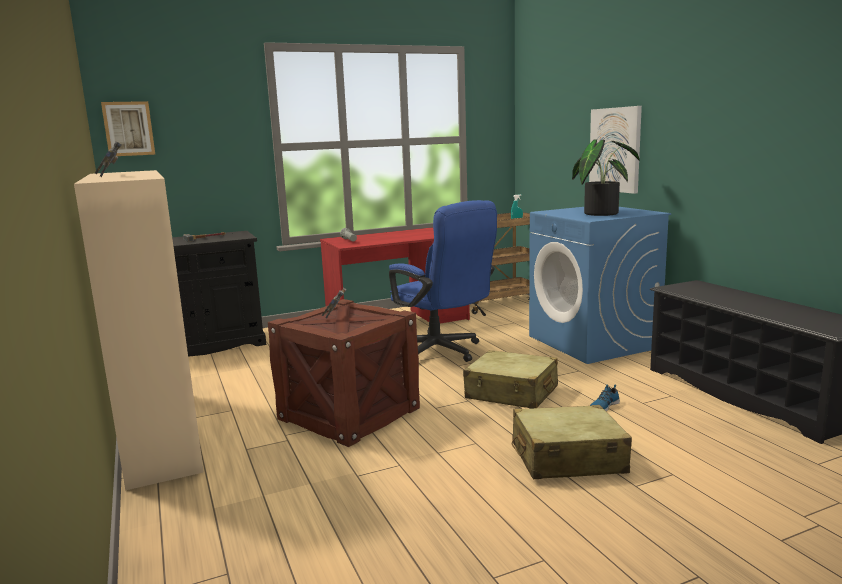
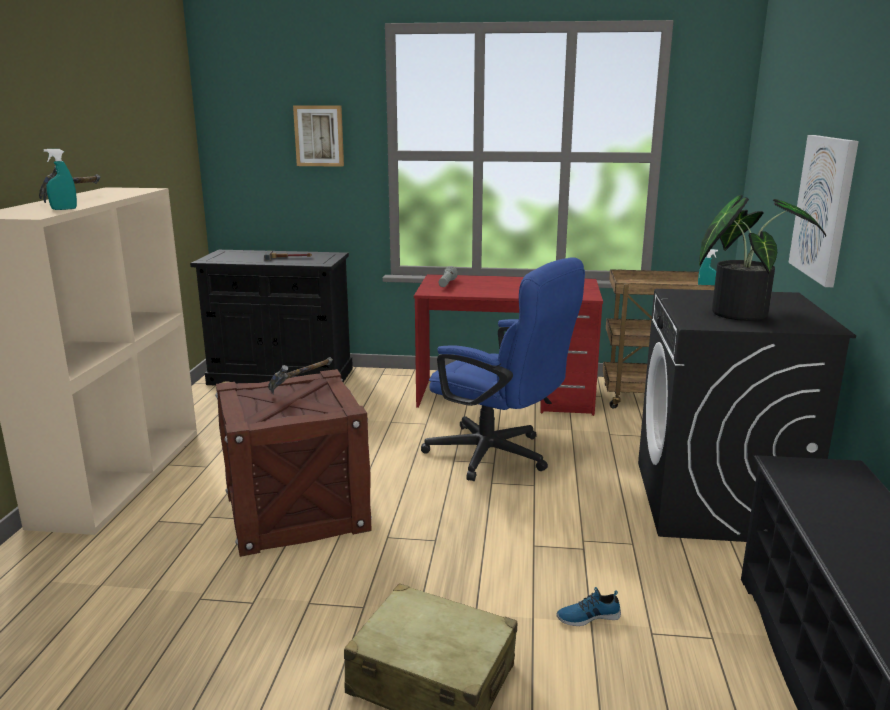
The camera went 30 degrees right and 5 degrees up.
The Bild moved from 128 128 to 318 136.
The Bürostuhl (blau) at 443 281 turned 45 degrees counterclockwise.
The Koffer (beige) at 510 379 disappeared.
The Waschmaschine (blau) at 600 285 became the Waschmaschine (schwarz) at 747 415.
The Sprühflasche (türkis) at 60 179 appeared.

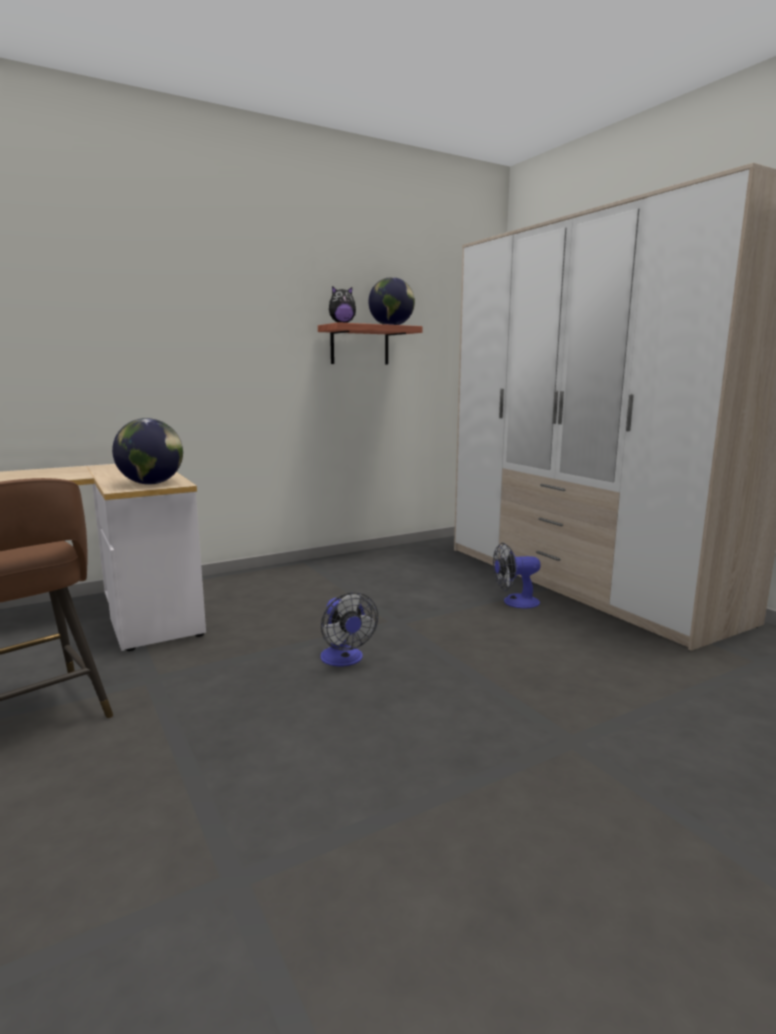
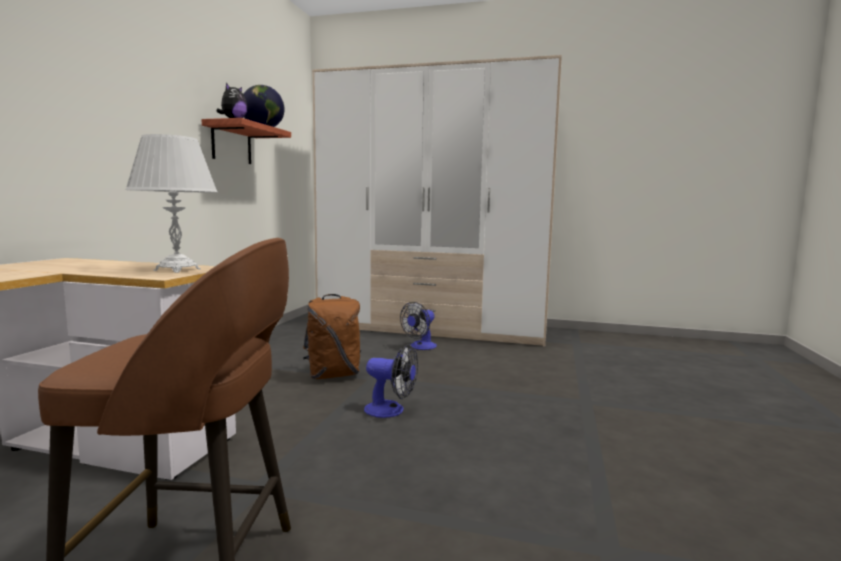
The camera went 45 degrees left and 5 degrees down.
The Globus at 147 451 was replaced by the Tischlampe (weiß) at 172 203.
The Rucksack (braun) at 332 336 appeared.

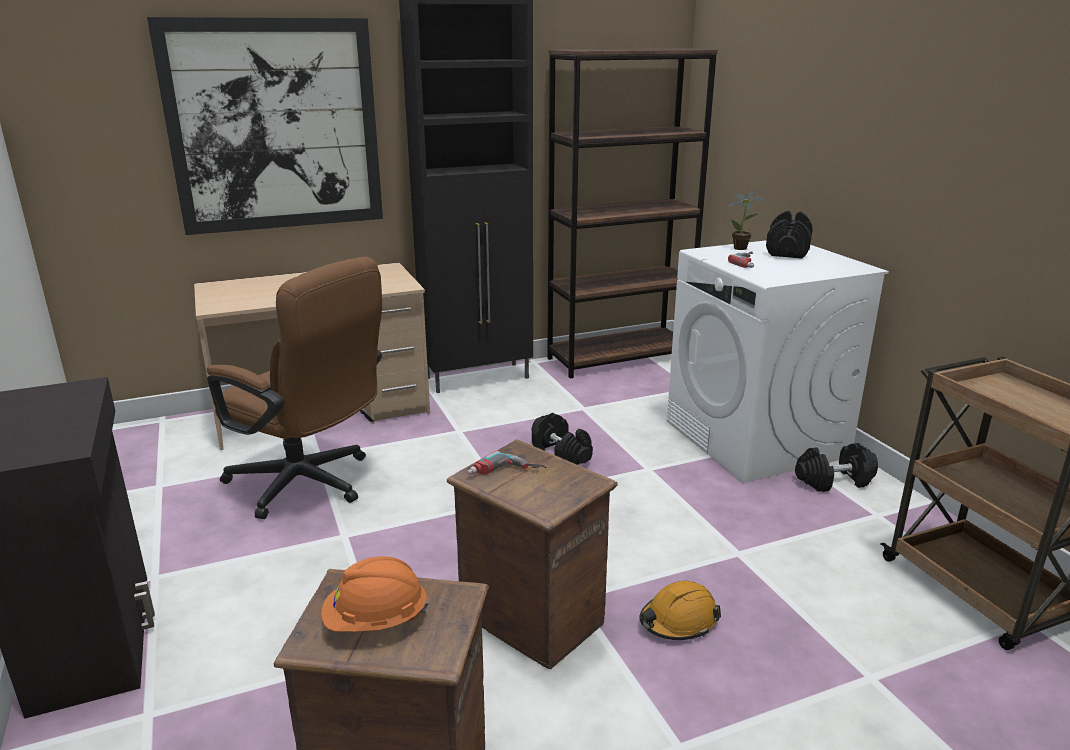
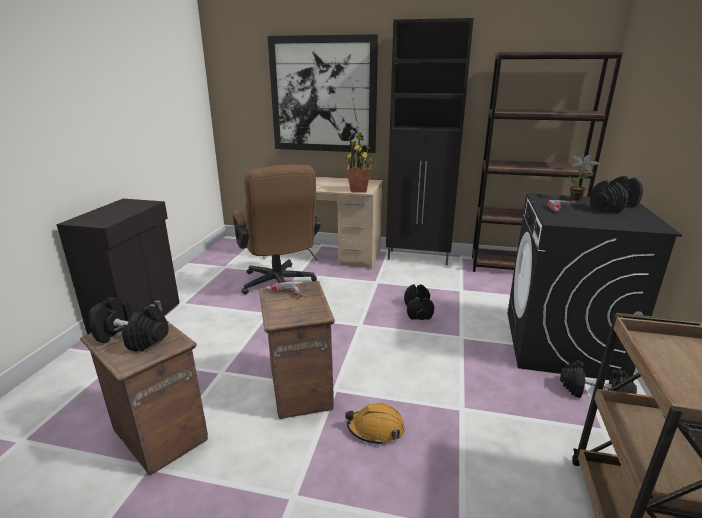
The camera went 35 degrees right and 0 degrees up.
The Schutzhelm (orange) at 375 594 was replaced by the Hantel (schwarz) at 128 324.
The Waschmaschine (weiß) at 778 361 became the Waschmaschine (schwarz) at 594 286.
The Topfpflanze at 360 162 appeared.

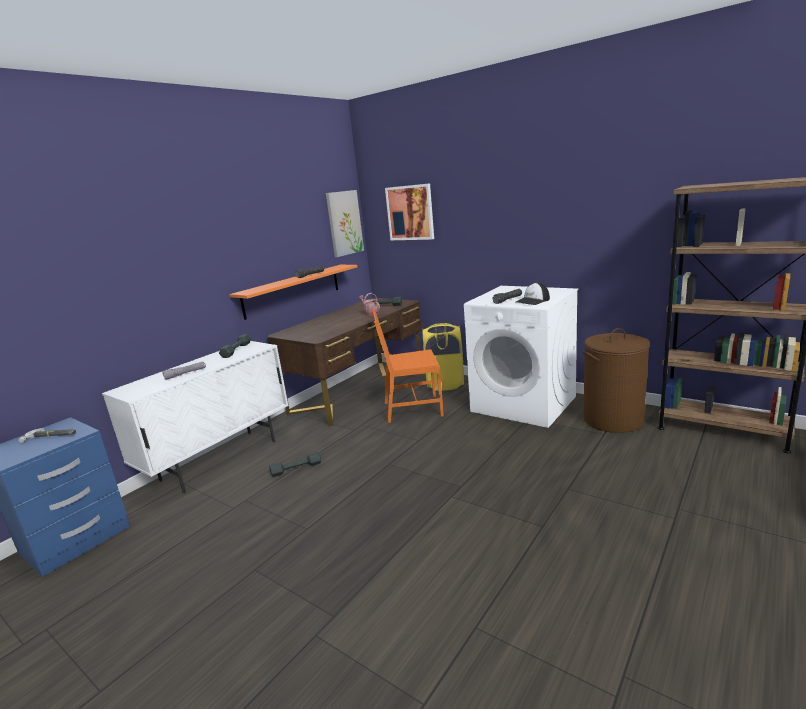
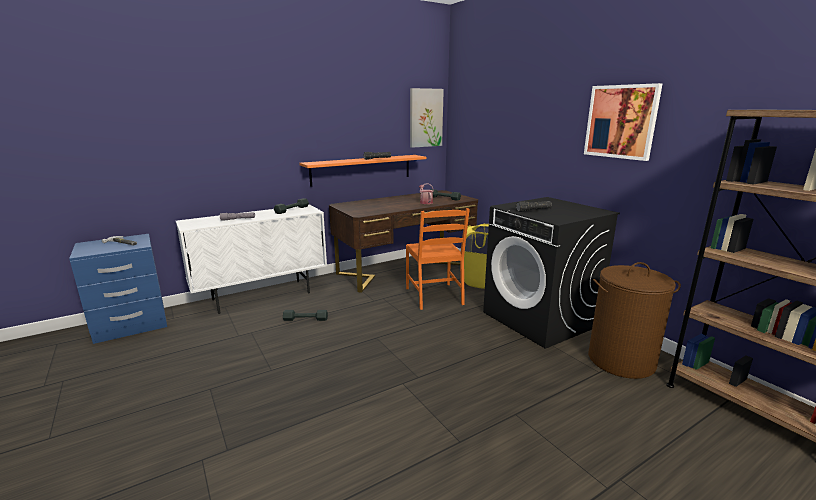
The camera went 20 degrees right and 0 degrees up.
The Stuhl (orange) at 408 366 turned 120 degrees counterclockwise.
The Bild moved from 409 211 to 623 122.
The Waschmaschine (weiß) at 521 357 became the Waschmaschine (schwarz) at 551 273.
The Kappe at 533 294 disappeared.

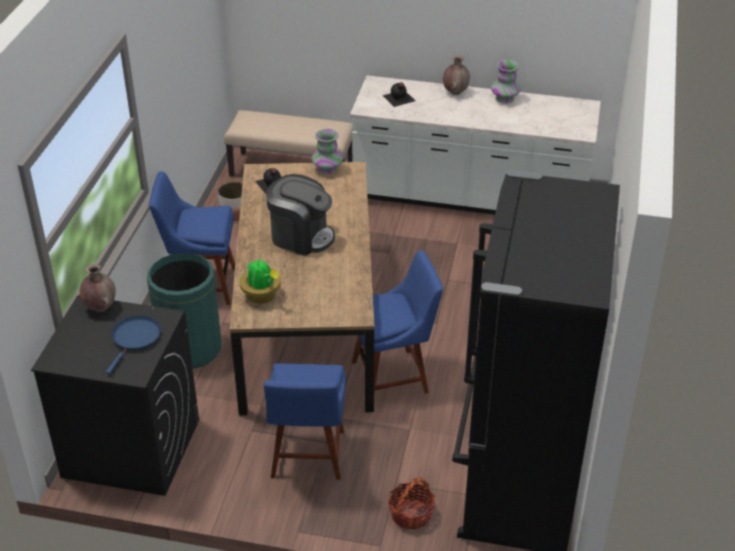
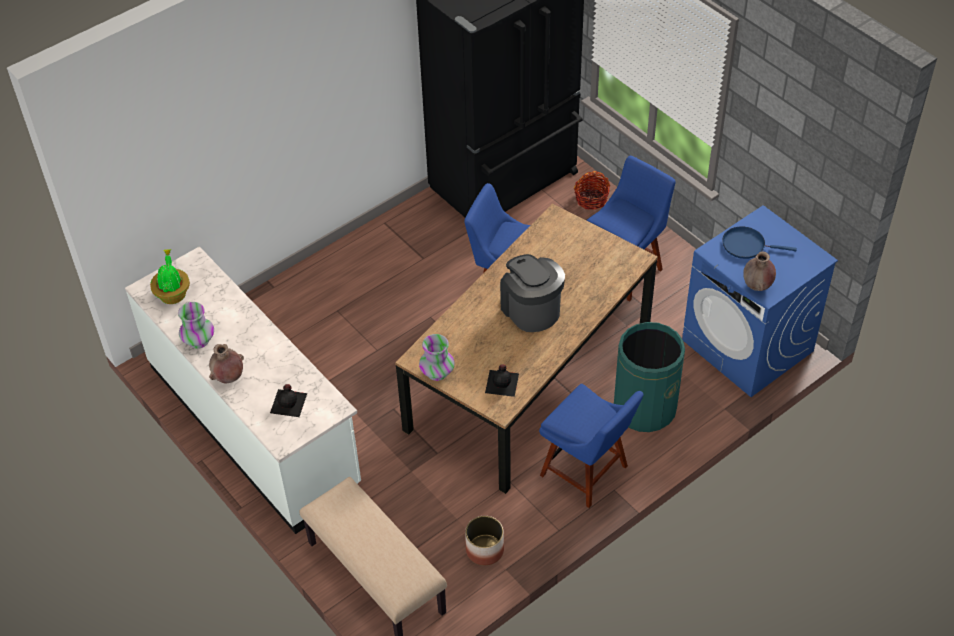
The camera went 140 degrees left and 10 degrees up.
The Waschmaschine (schwarz) at 115 395 became the Waschmaschine (blau) at 760 301.
The Pfanne (blau) at 133 344 turned 45 degrees clockwise.
The Topfpflanze moved from 260 282 to 170 276.

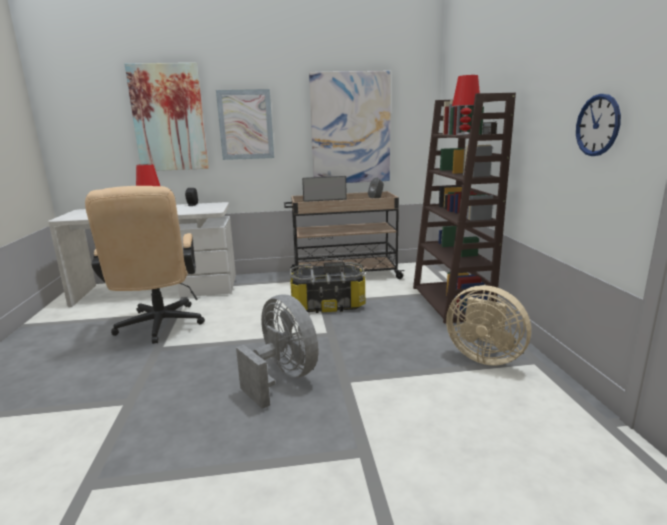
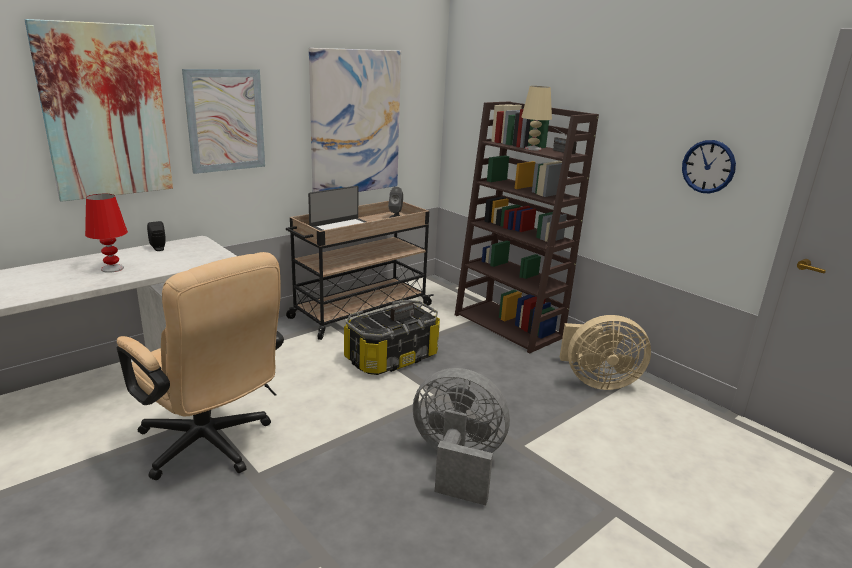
The camera went 35 degrees left and 5 degrees up.
The Tischlampe (rot) at 466 105 became the Tischlampe (beige) at 537 118.

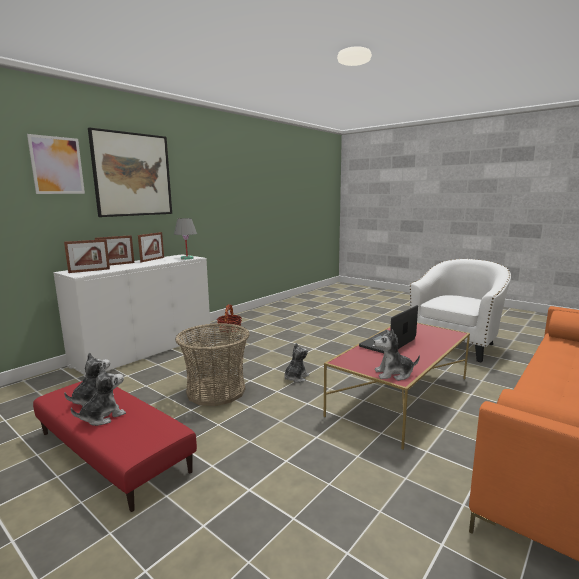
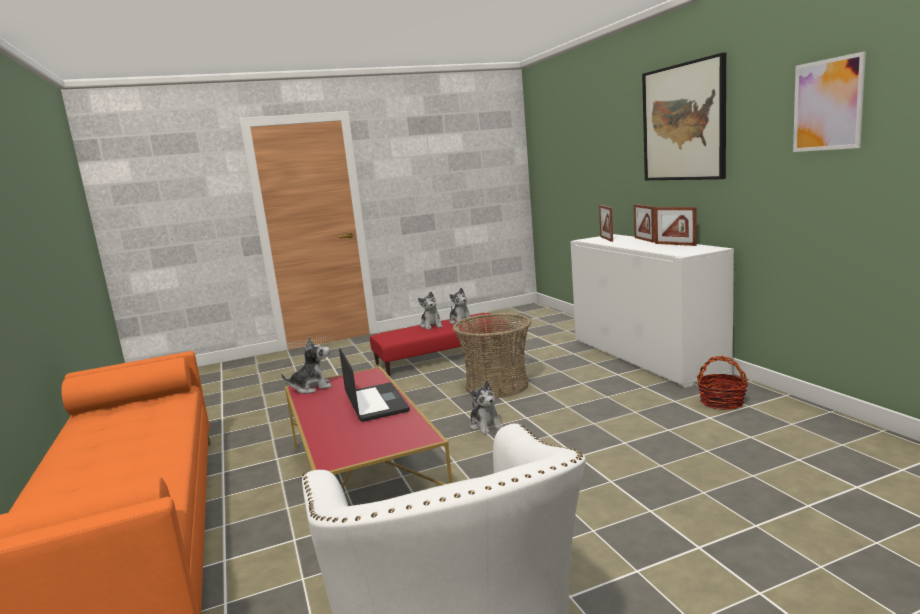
The camera went 120 degrees right and 0 degrees up.
The Bild moved from 56 164 to 829 101.
The Tischlampe (grau) at 185 239 disappeared.
The Plüschtier at 397 355 turned 45 degrees clockwise.

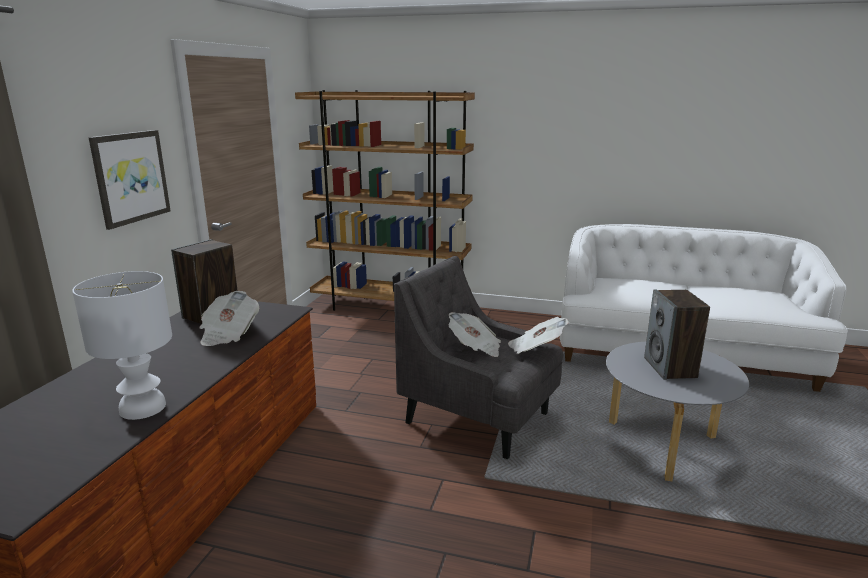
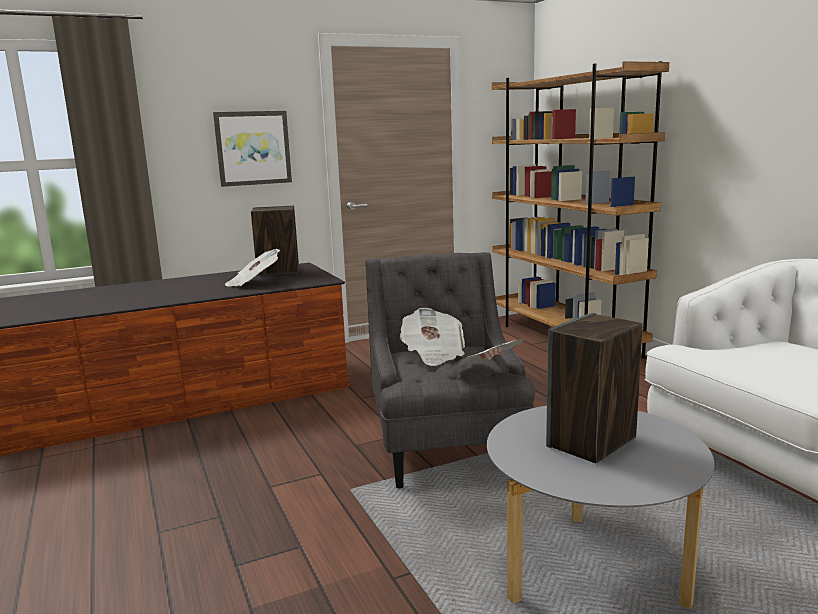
The camera went 50 degrees right and 5 degrees down.
The Tischlampe (weiß) at 122 345 disappeared.

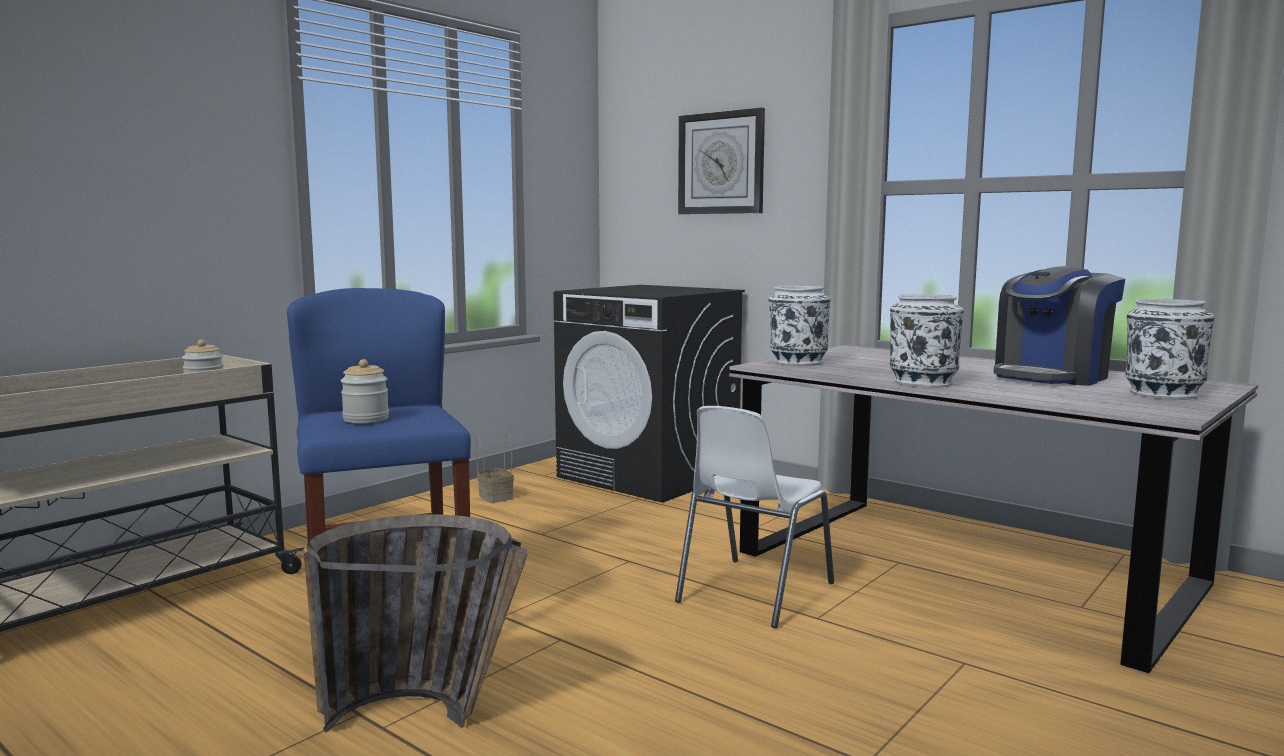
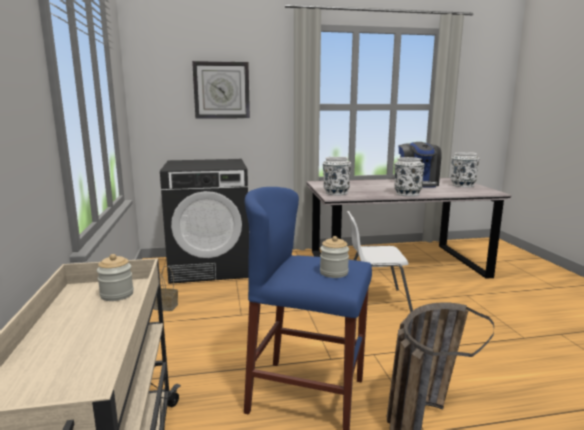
The camera went 50 degrees left and 5 degrees up.
The Stuhl (weiß) at 754 517 turned 105 degrees clockwise.

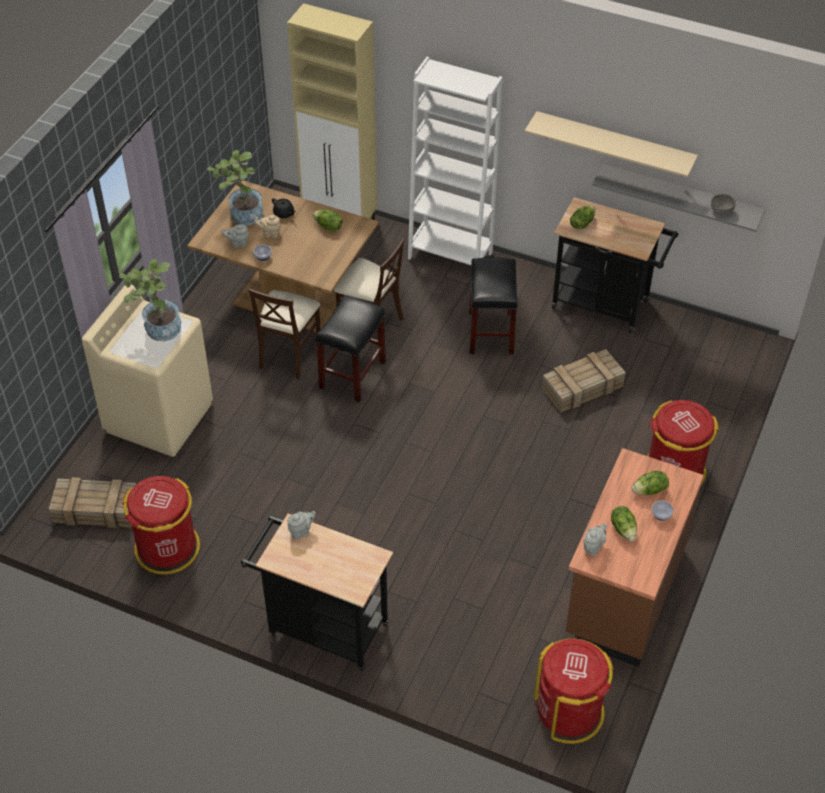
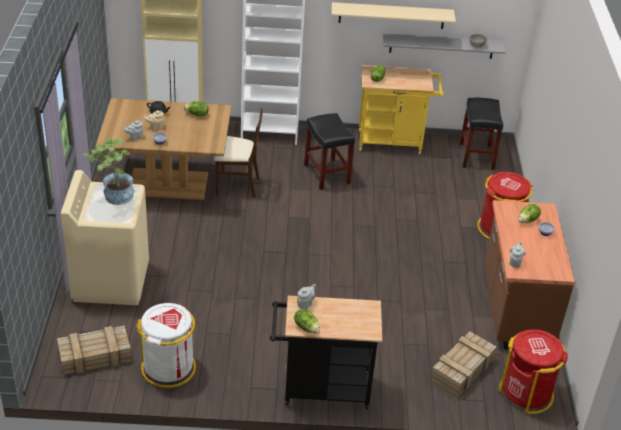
The camera went 25 degrees left and 10 degrees down.
The Mülleimer (rot) at 161 525 became the Mülleimer (weiß) at 166 345.
The Topfpflanze at 235 188 disappeared.
The Stuhl (beige) at 285 333 disappeared.
The Hocker (schwarz) moved from 351 348 to 481 134.
The Kiste moved from 584 381 to 463 364.
The Rollwagen (schwarz) at 615 265 became the Rollwagen (gelb) at 401 110.
The Salatkopf moved from 624 524 to 307 321.

